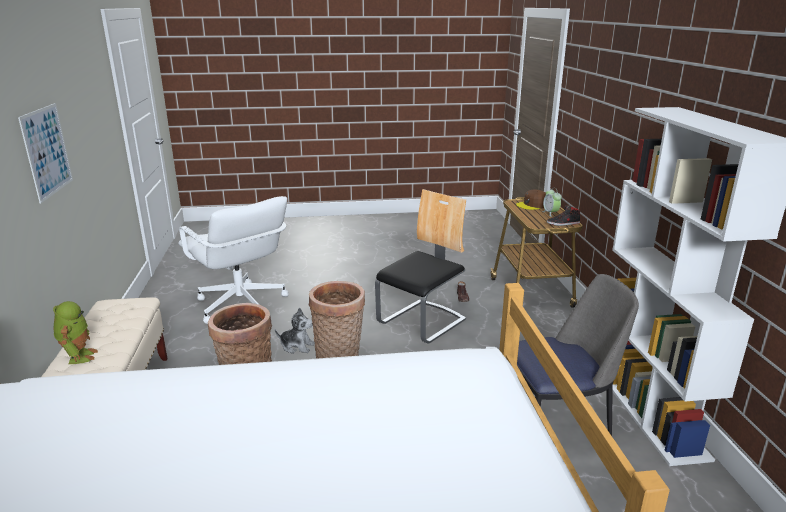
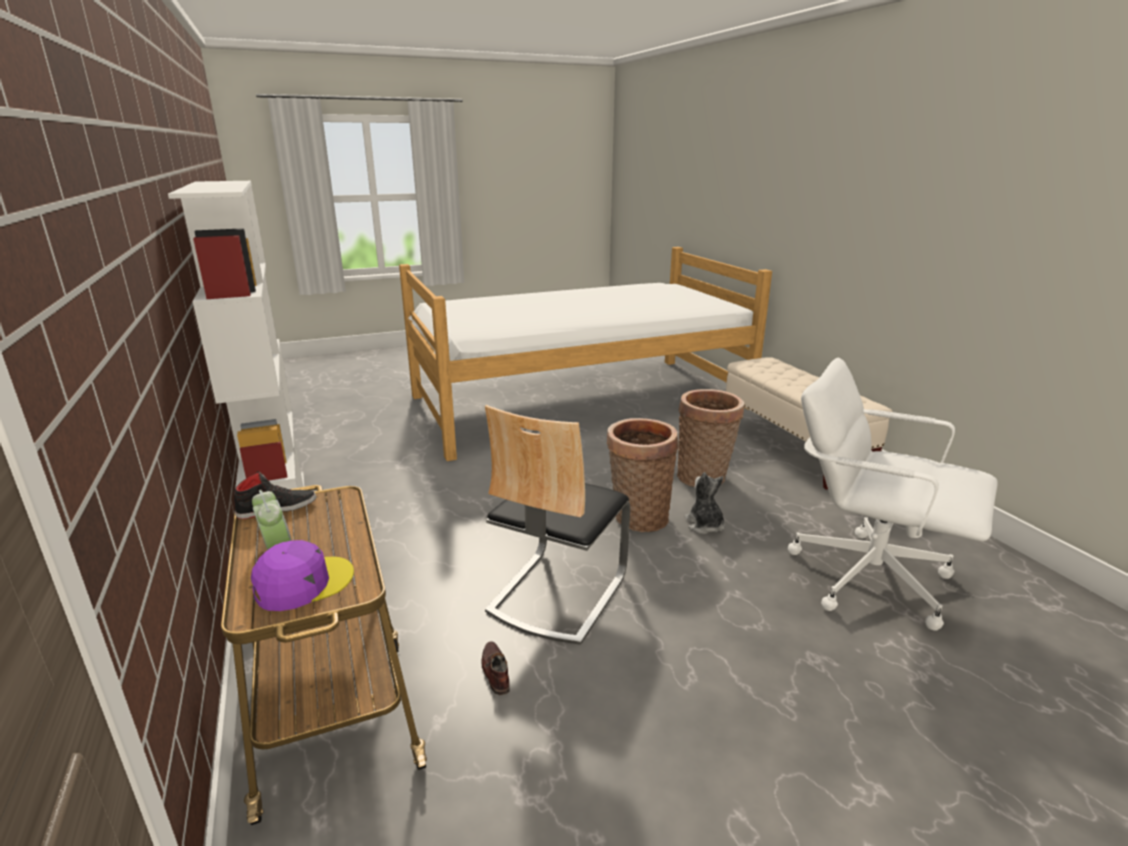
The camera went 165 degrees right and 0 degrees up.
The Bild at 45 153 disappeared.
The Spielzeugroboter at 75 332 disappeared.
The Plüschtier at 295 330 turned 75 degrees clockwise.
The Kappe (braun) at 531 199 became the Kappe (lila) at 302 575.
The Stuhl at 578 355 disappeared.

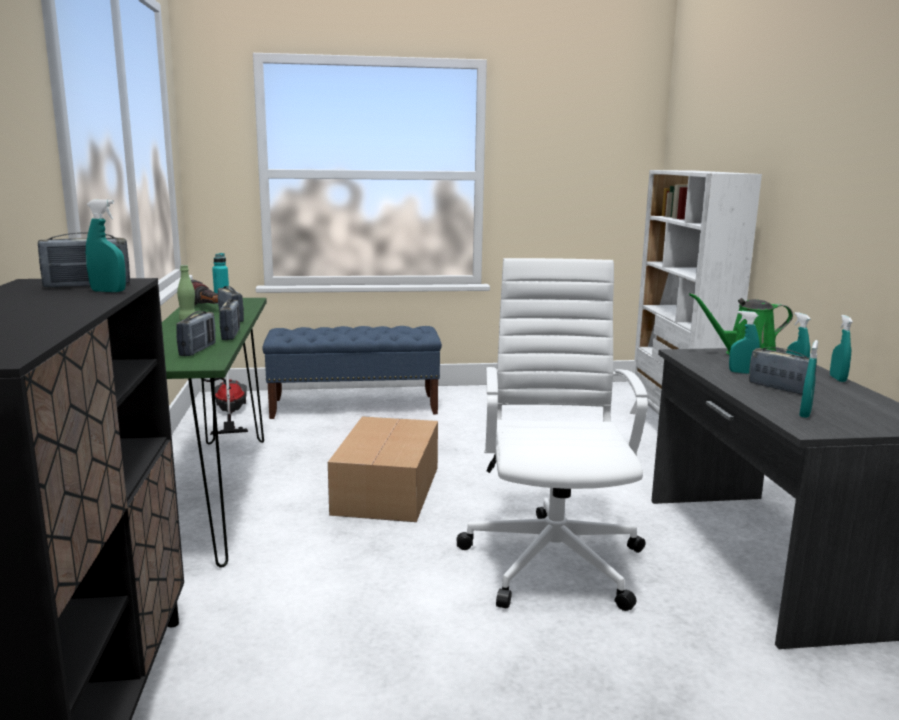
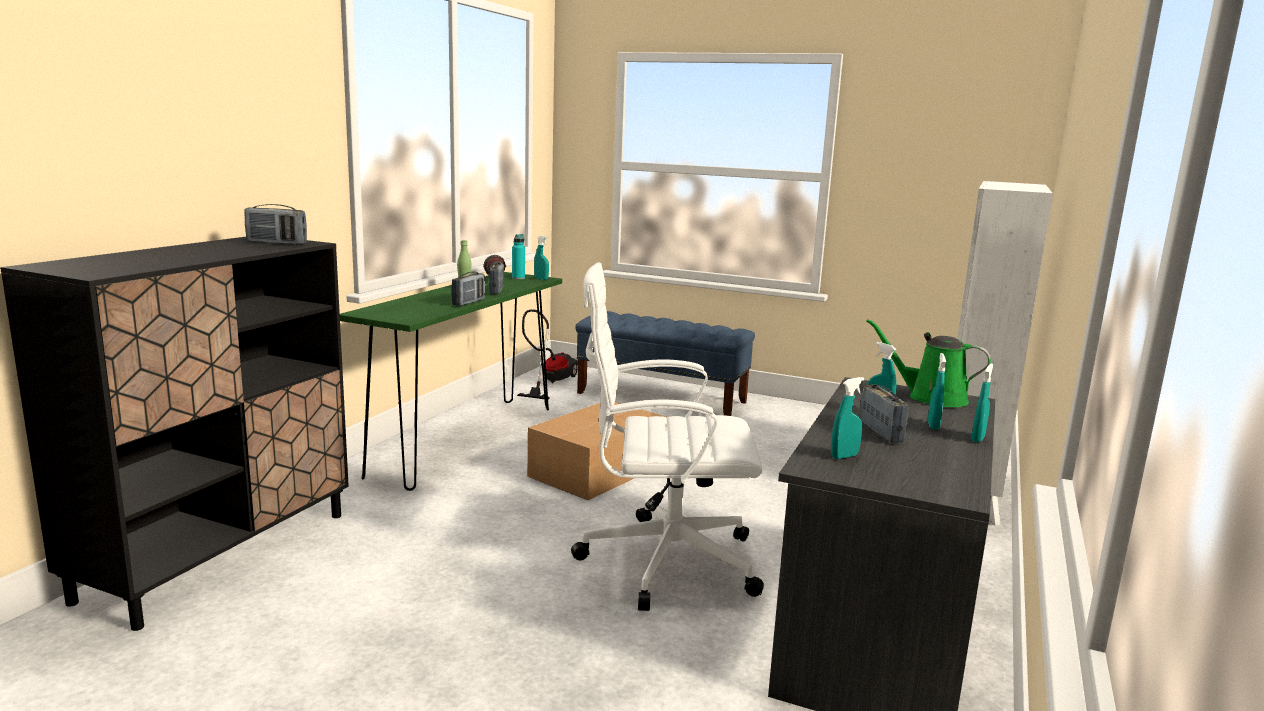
The camera went 30 degrees right and 0 degrees up.
The Sprühflasche (türkis) moved from 106 245 to 541 258.
The Radio at 195 333 disappeared.
The Bürostuhl (weiß) at 552 434 turned 120 degrees counterclockwise.

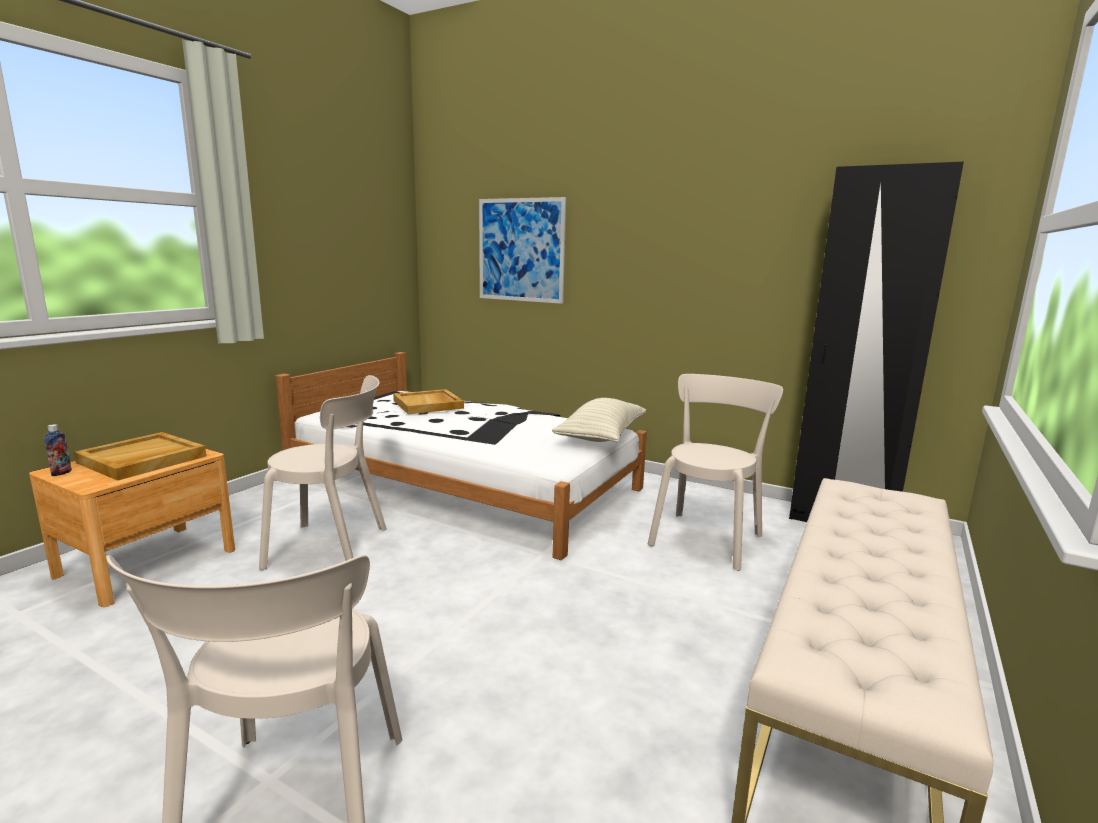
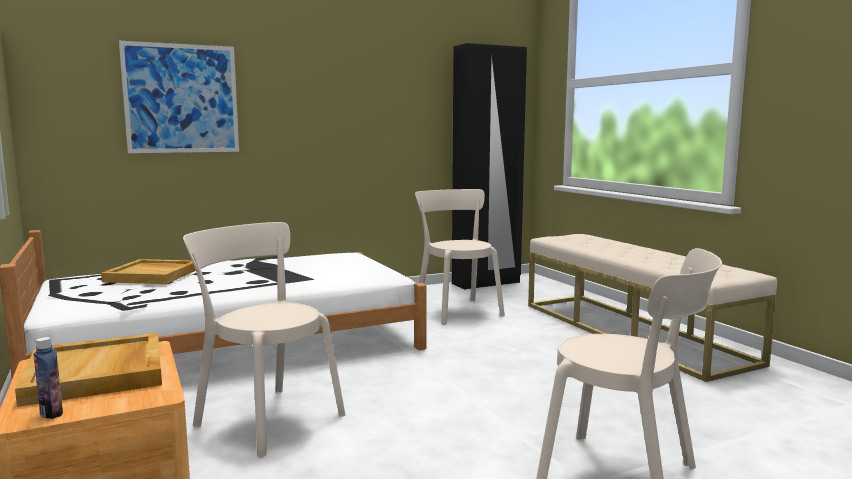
The camera went 55 degrees left and 5 degrees down.
The Stuhl (beige) at 323 472 turned 90 degrees counterclockwise.
The Kissen (beige) at 599 420 disappeared.

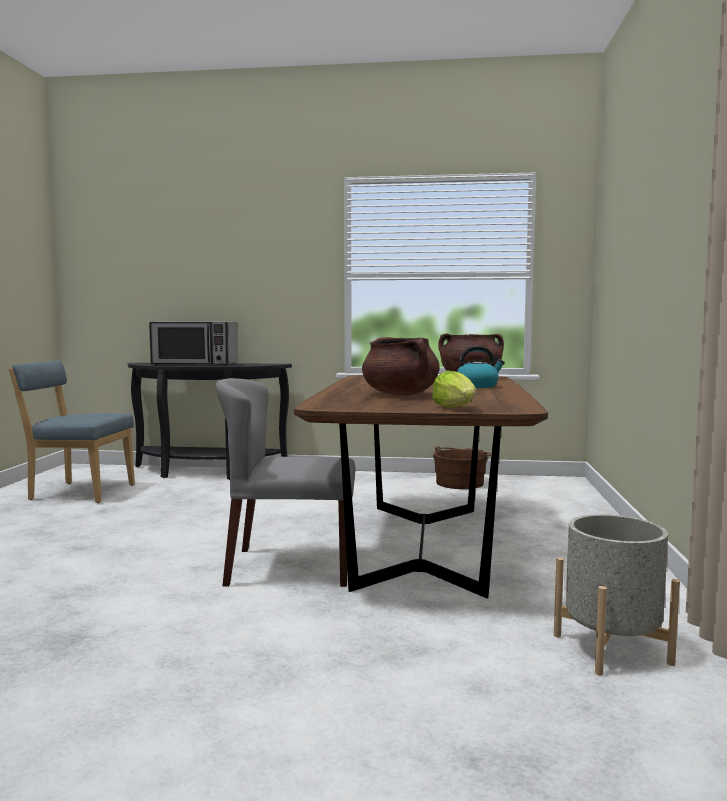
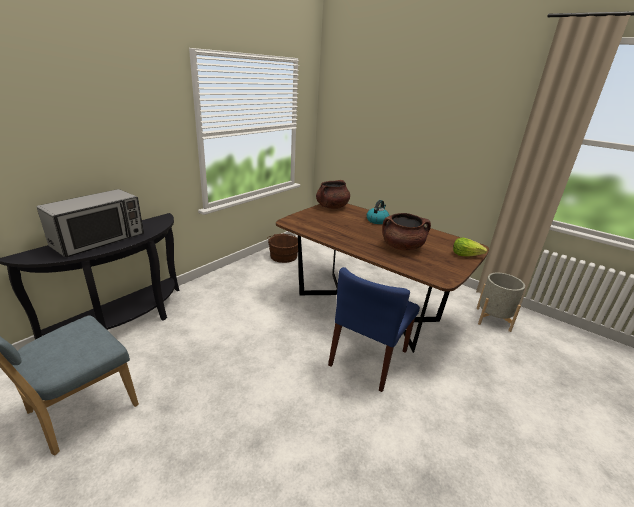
The camera went 60 degrees left and 20 degrees up.
The Stuhl (grau) at 286 482 became the Stuhl (blau) at 374 329.

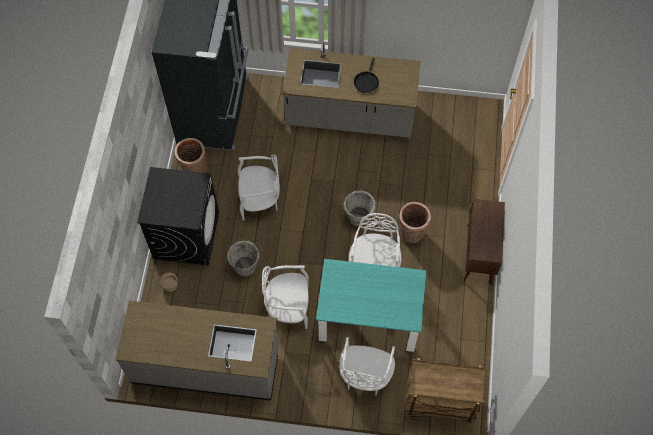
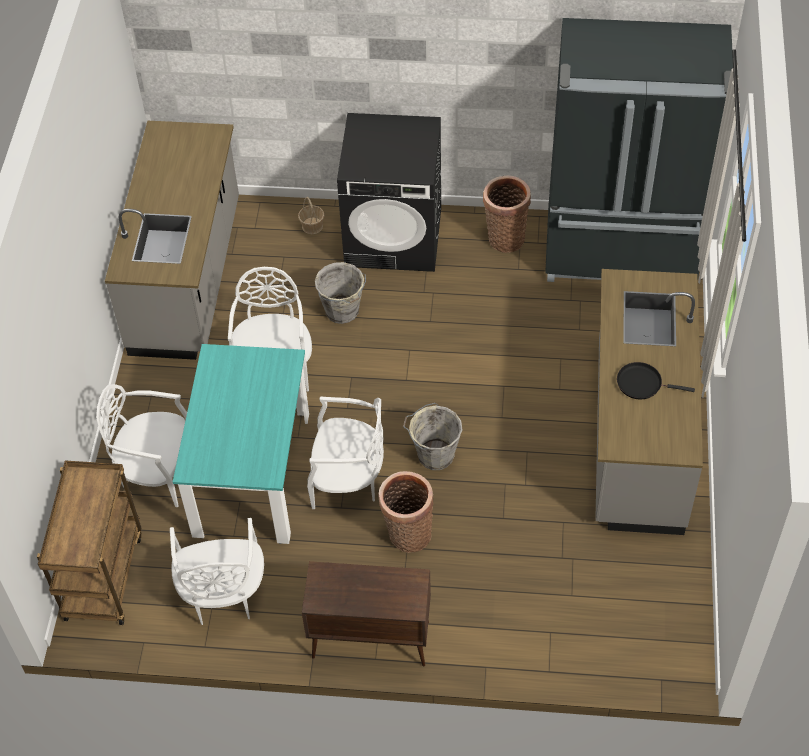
The camera went 90 degrees right and 10 degrees down.
The Stuhl (weiß) moved from 259 187 to 217 571.

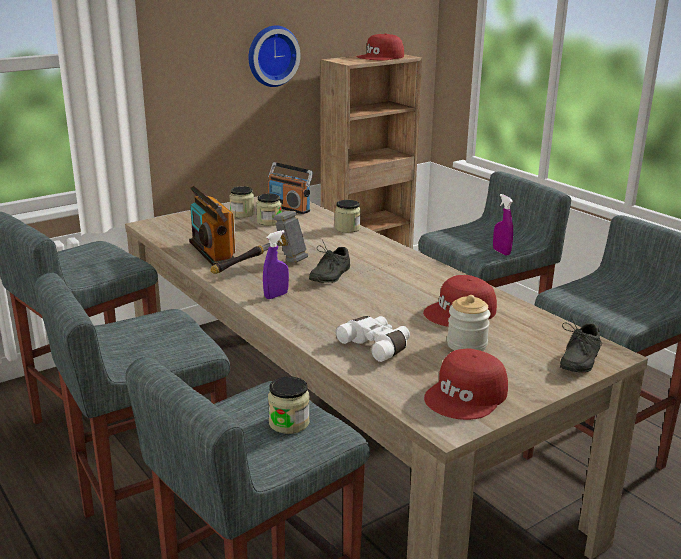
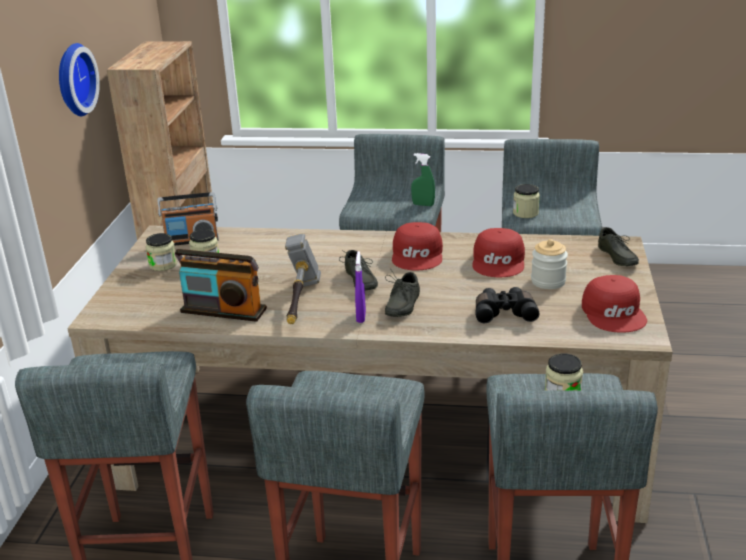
The camera went 45 degrees left and 5 degrees up.
The Vorratsglas moved from 348 216 to 526 201.
The Fernglas (weiß) at 373 339 became the Fernglas (schwarz) at 508 305.
The Kappe (rot) moved from 380 47 to 417 246.
The Sprühflasche (lila) at 503 225 became the Sprühflasche (grün) at 423 179.
The Schuh (grau) at 402 293 appeared.

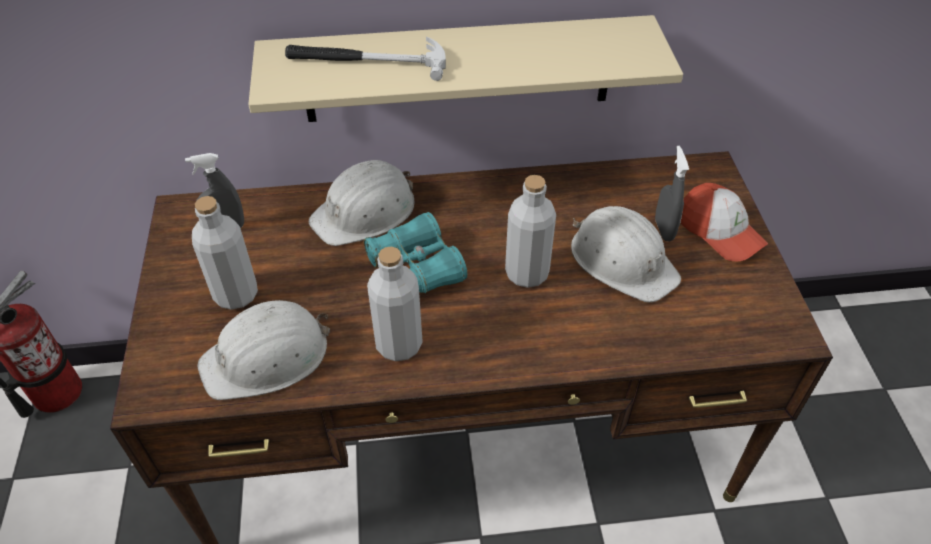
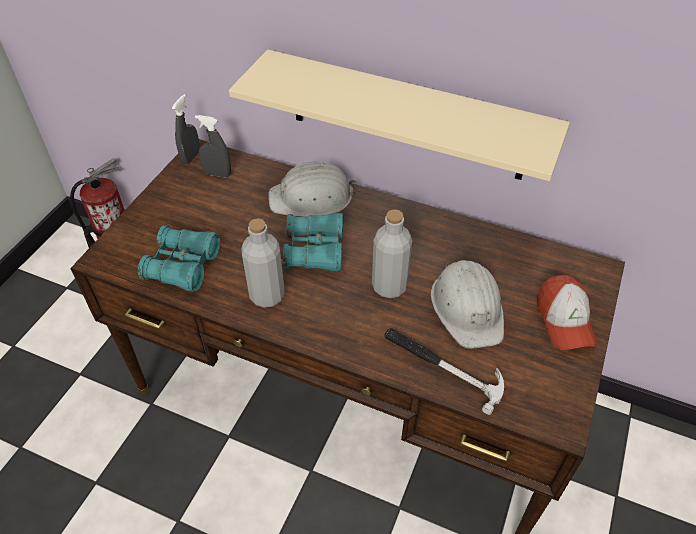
The camera went 30 degrees right and 0 degrees up.
The Flasche (grau) at 225 253 disappeared.
The Schutzhelm (weiß) at 264 350 was replaced by the Fernglas (türkis) at 179 258.
The Hammer moved from 365 59 to 444 371.
The Sprühflasche (grau) moved from 672 193 to 186 129.

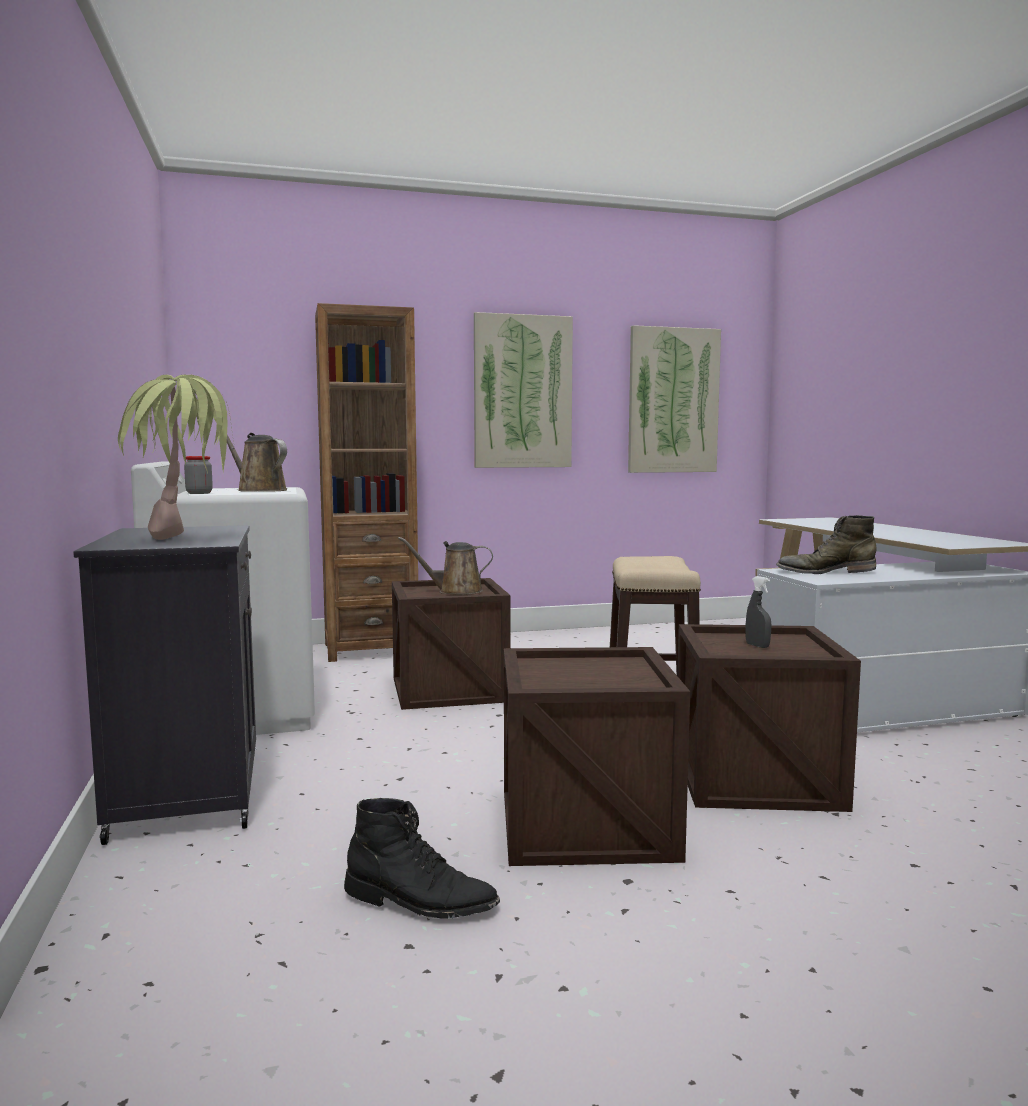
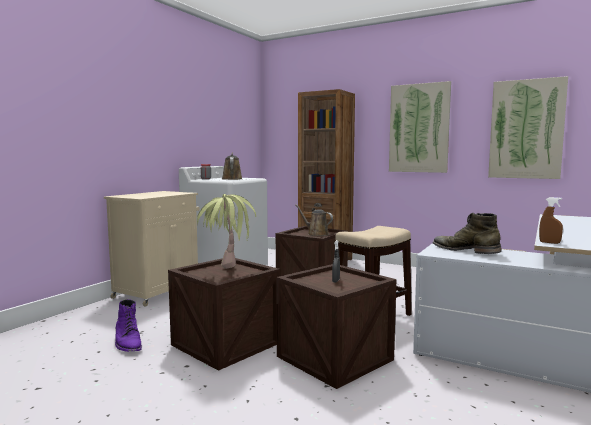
The camera went 45 degrees right and 0 degrees up.
The Schrank (schwarz) at 164 685 became the Schrank (beige) at 152 248.
The Topfpflanze moved from 177 457 to 226 231.
The Stiefel (schwarz) at 422 858 became the Stiefel (lila) at 128 325.
The Sprühflasche (braun) at 551 220 appeared.

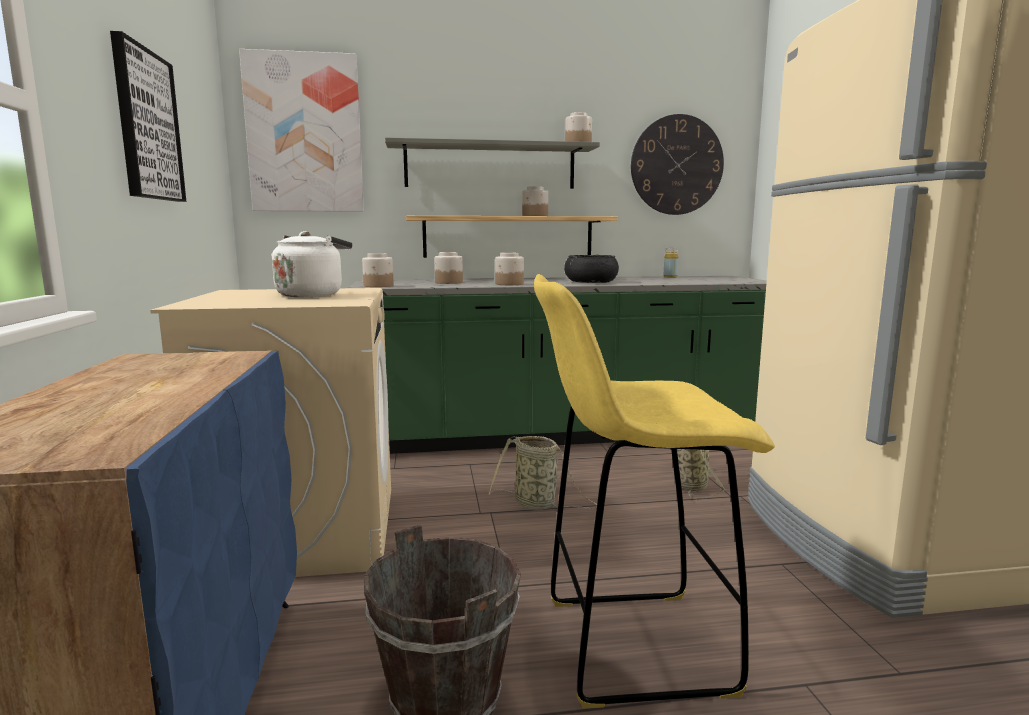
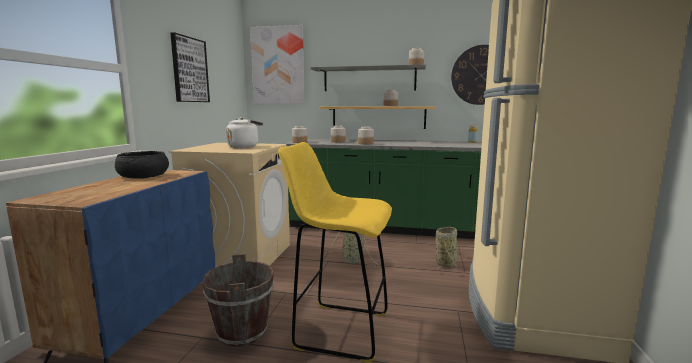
The camera went 20 degrees right and 0 degrees up.
The Schüssel (schwarz) moved from 591 269 to 142 164.

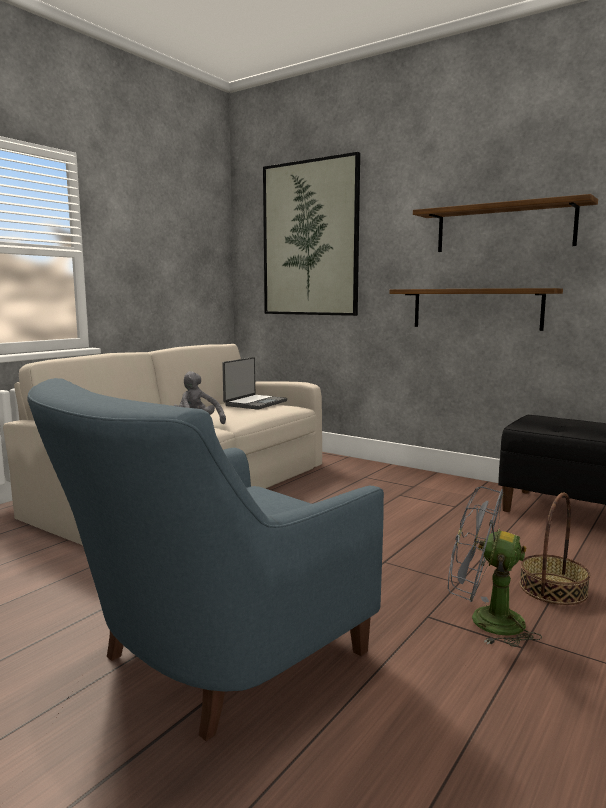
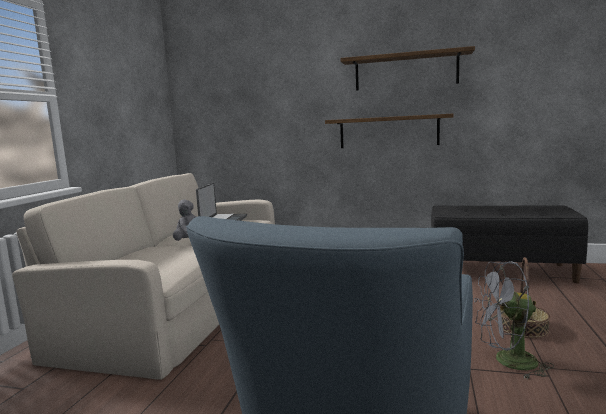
The camera went 20 degrees left and 0 degrees up.
The Bild at 311 234 disappeared.

